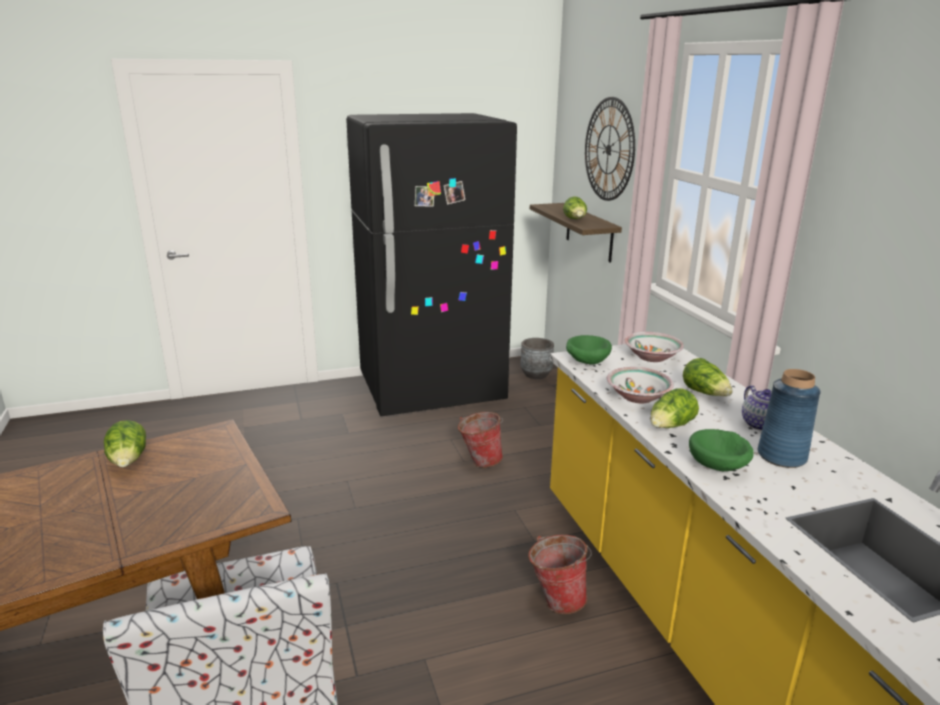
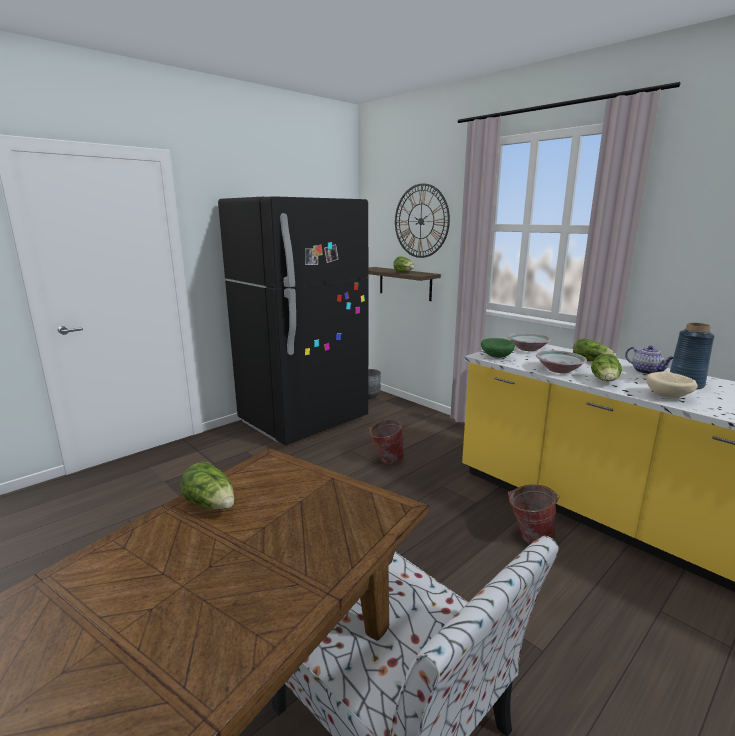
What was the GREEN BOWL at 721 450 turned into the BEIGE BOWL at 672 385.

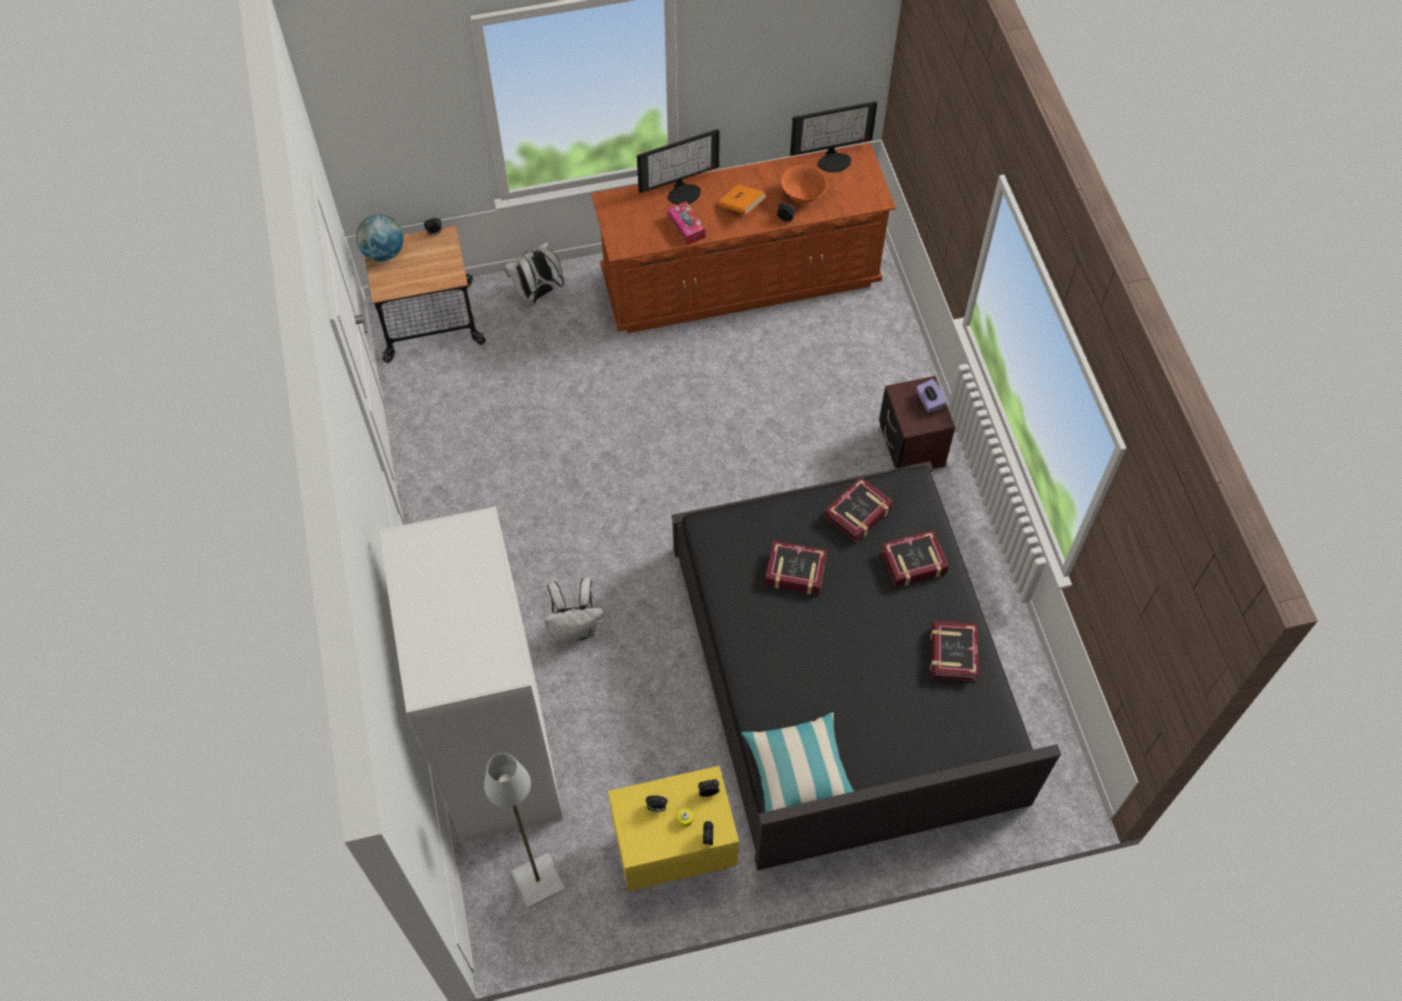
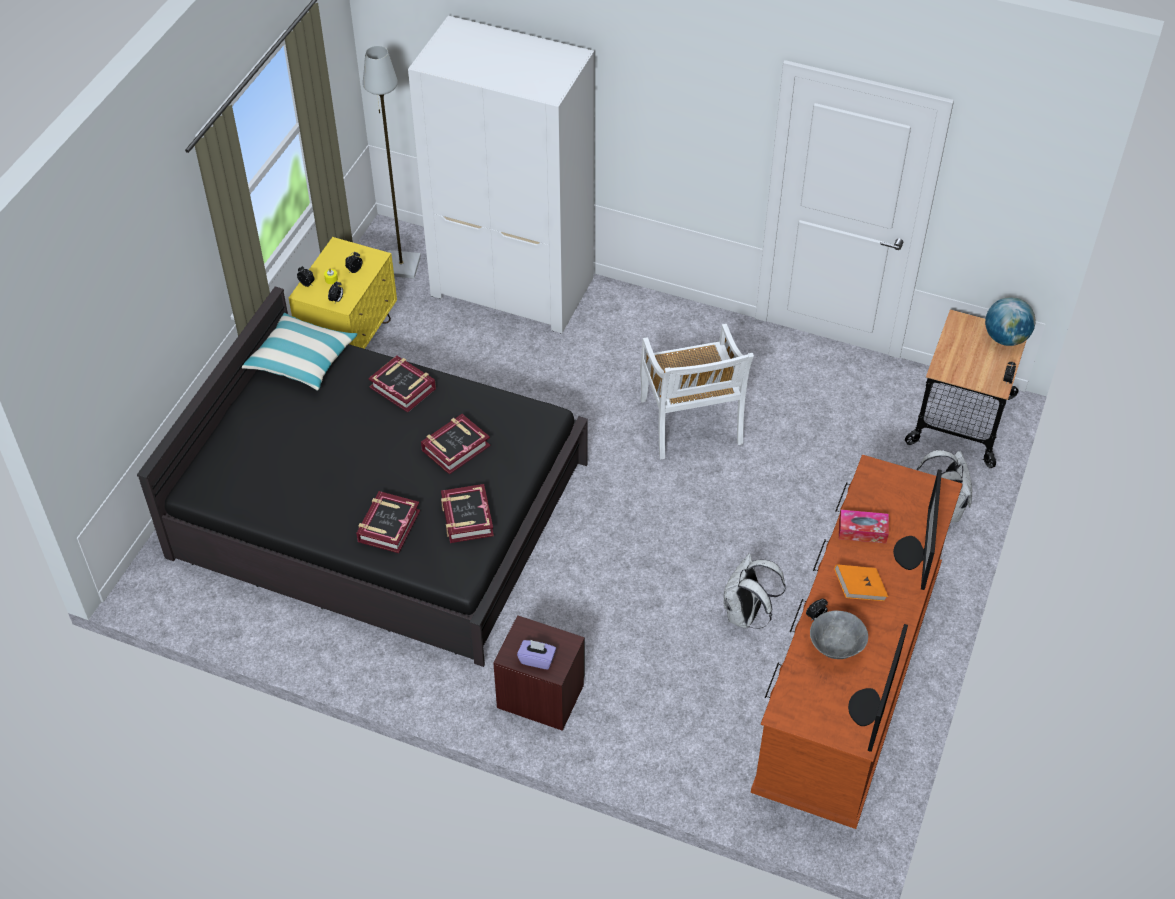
What was the ORANGE BOWL at 804 184 turned into the GREY BOWL at 839 635. The WHITE BACKPACK ended up elsewhere, having gone from 574 609 to 754 591. The BOOK ended up elsewhere, having gone from 954 651 to 402 384. The second view gained the WHITE CHAIR at 697 392.

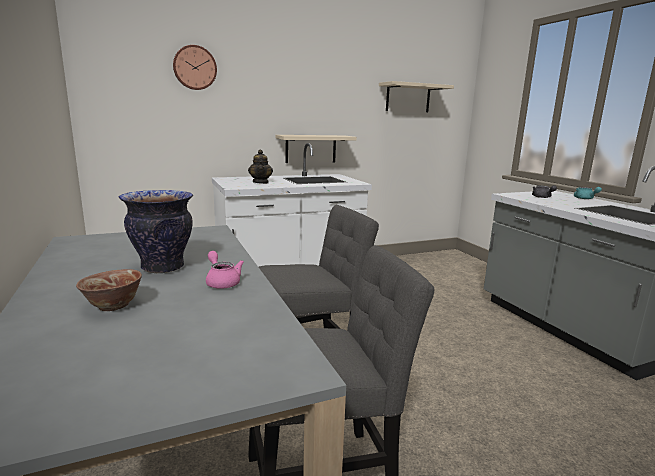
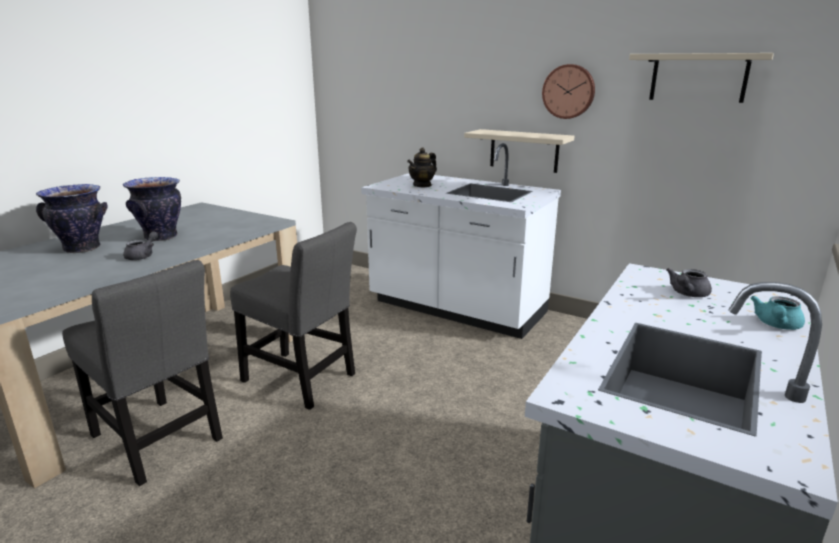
The WALL CLOCK ended up elsewhere, having gone from 195 67 to 568 91. What was the PINK TEAPOT at 225 270 turned into the GREY TEAPOT at 140 245. Where the BOWL stood at 109 290, the VASE came to stand at 72 218.

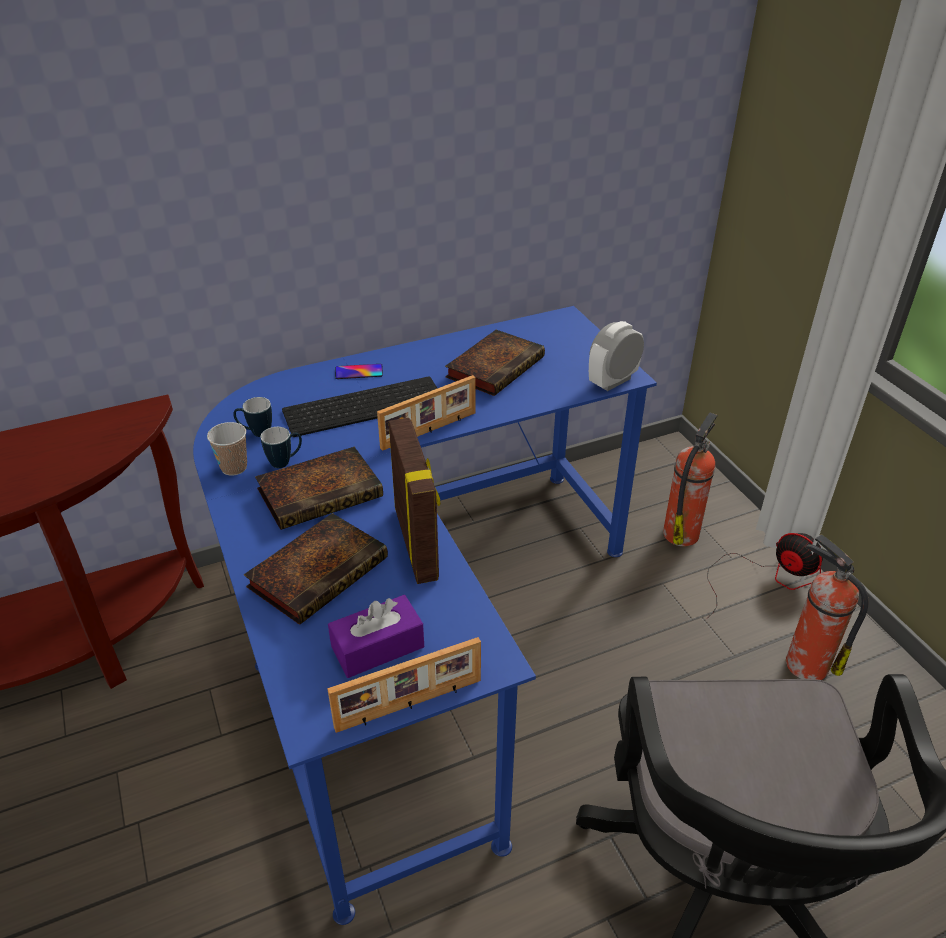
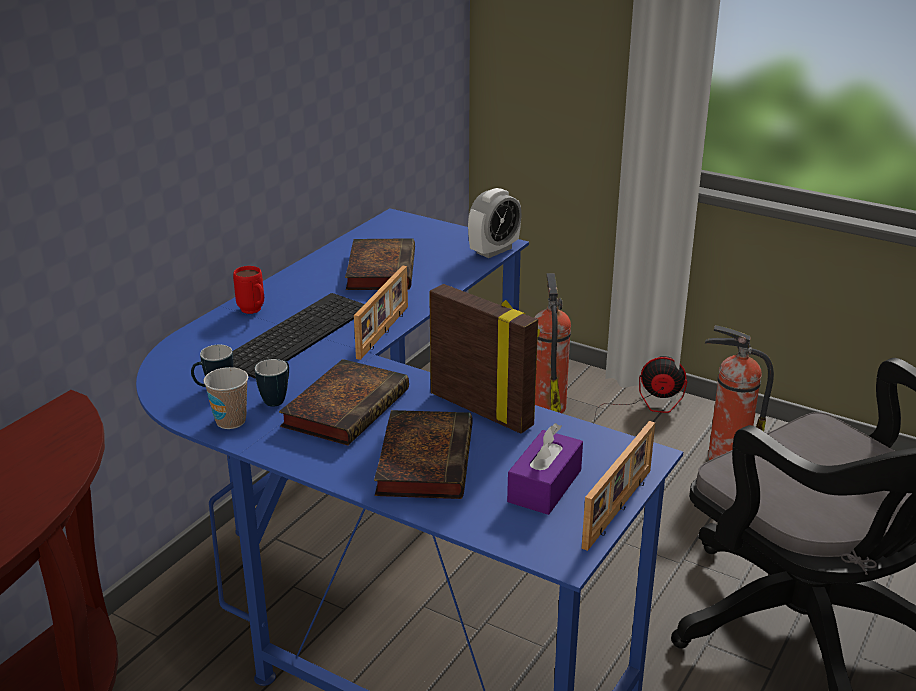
The ALARM CLOCK at 616 356 ended up facing another way, 150 degrees counterclockwise from before. Where the PHONE stood at 359 371, the RED MUG came to stand at 248 290.

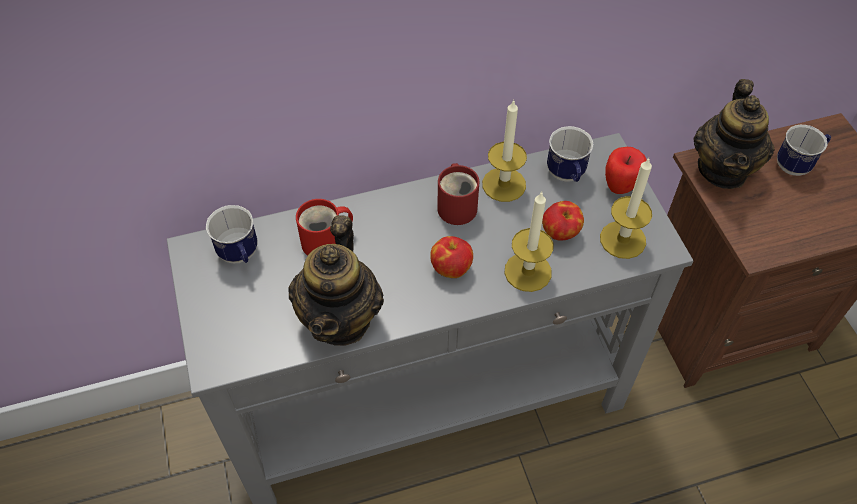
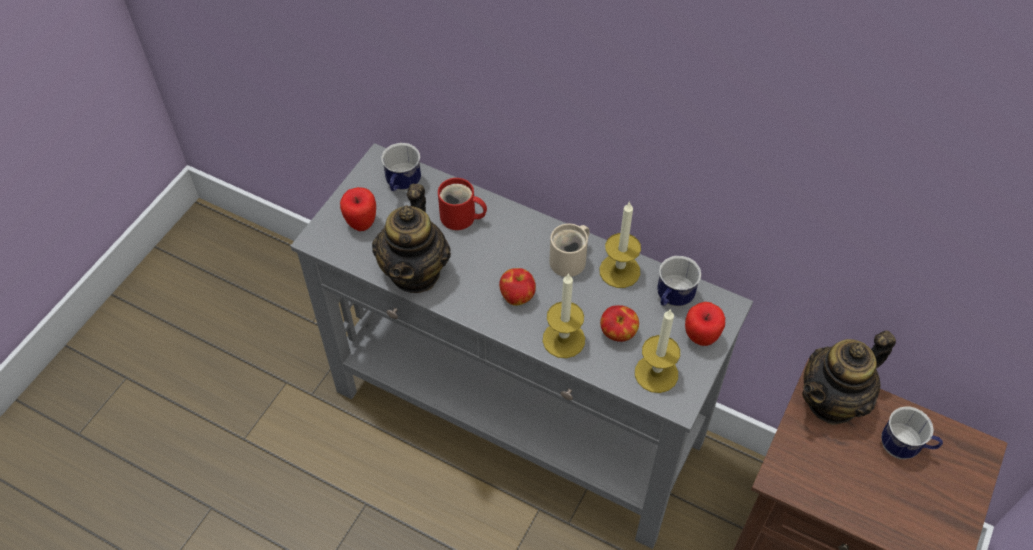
What was the RED MUG at 458 194 turned into the BEIGE MUG at 569 250. The TEAPOT at 336 280 ended up facing another way, 45 degrees counterclockwise from before. The second view gained the APPLE at 358 209.

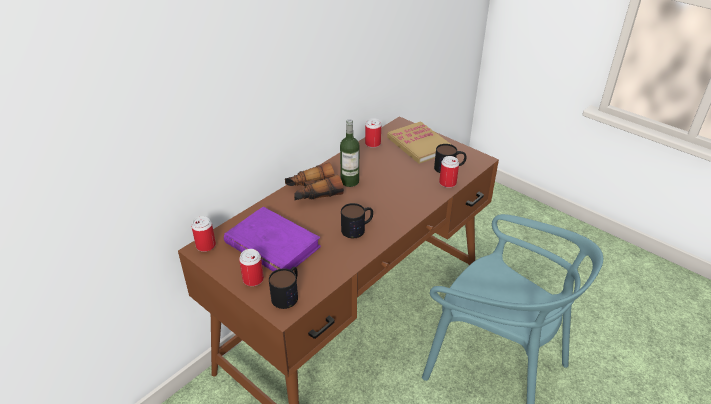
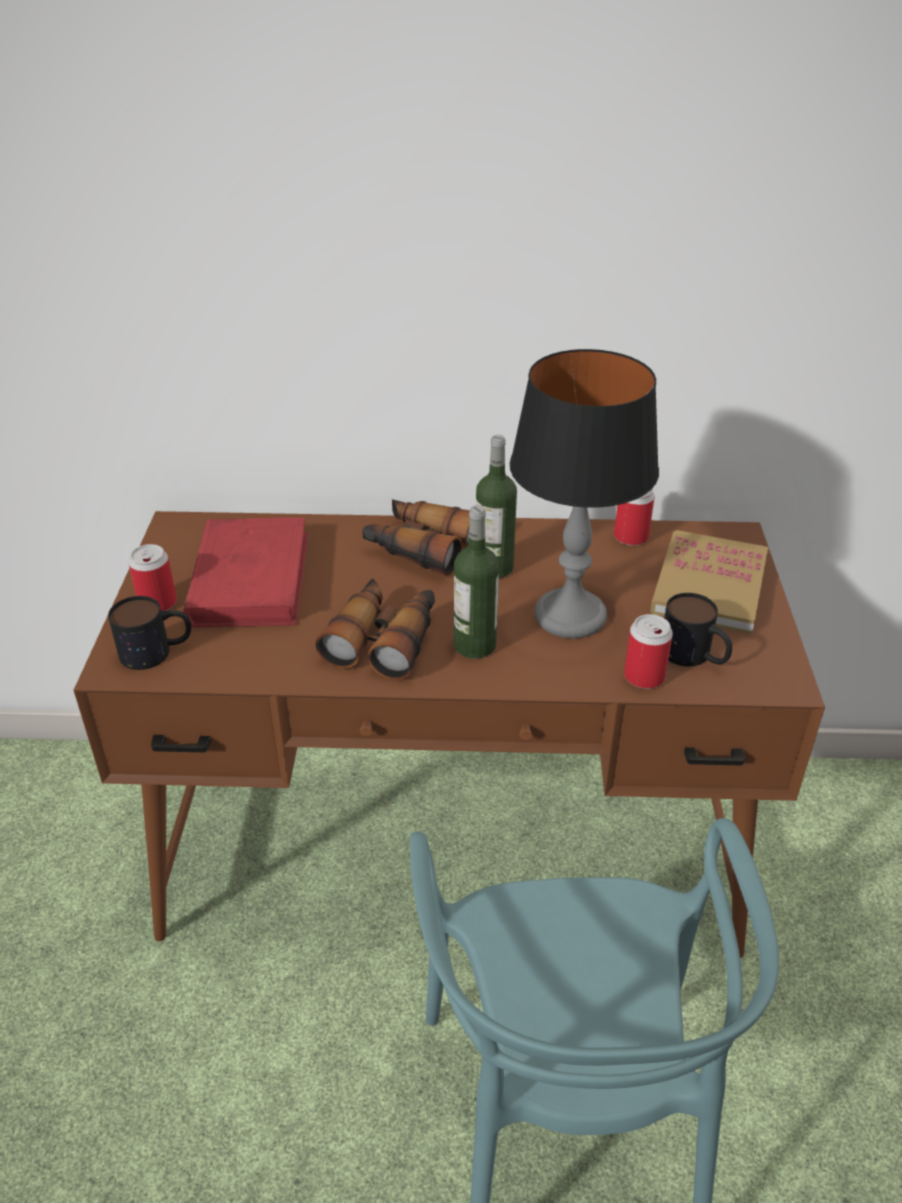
Where the MUG stood at 357 220, the BINOCULARS came to stand at 375 629. What was the PURPLE BOOK at 272 239 turned into the RED BOOK at 246 572. The second view lost the CAN at 203 234. The second view gained the TABLE LAMP at 584 494. The second view gained the BOTTLE at 476 582.

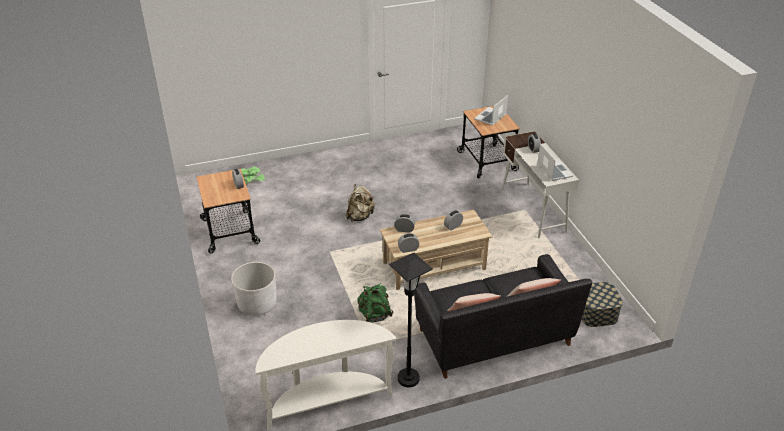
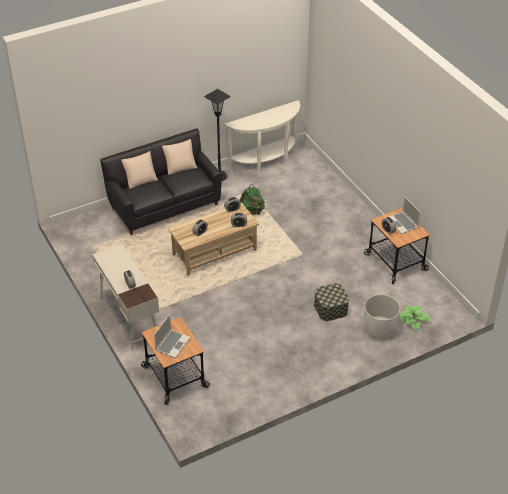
The LAPTOP ended up elsewhere, having gone from 555 162 to 404 215. The second view lost the BEIGE BACKPACK at 360 203. The WHITE PLANTER ended up elsewhere, having gone from 254 289 to 382 316. The STORAGE BOX ended up elsewhere, having gone from 602 304 to 331 302.

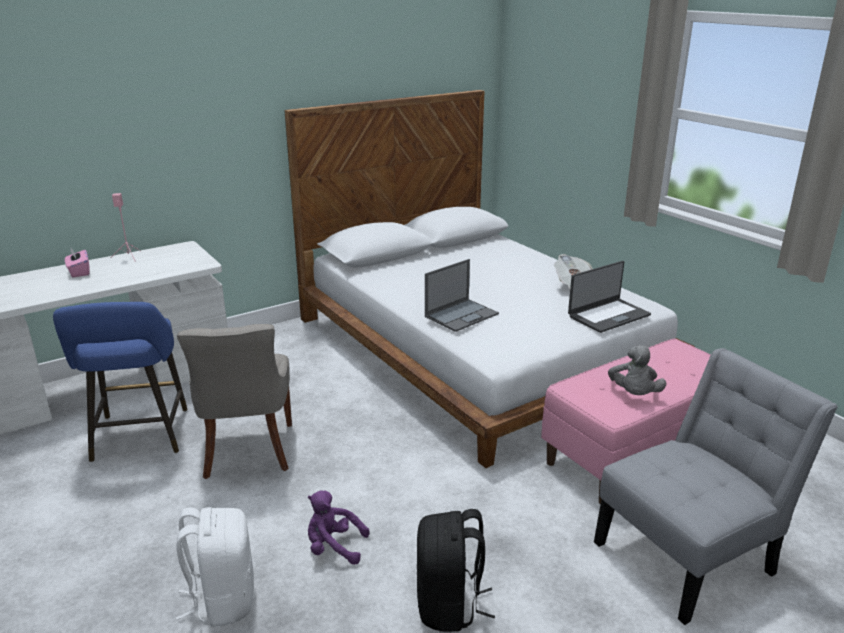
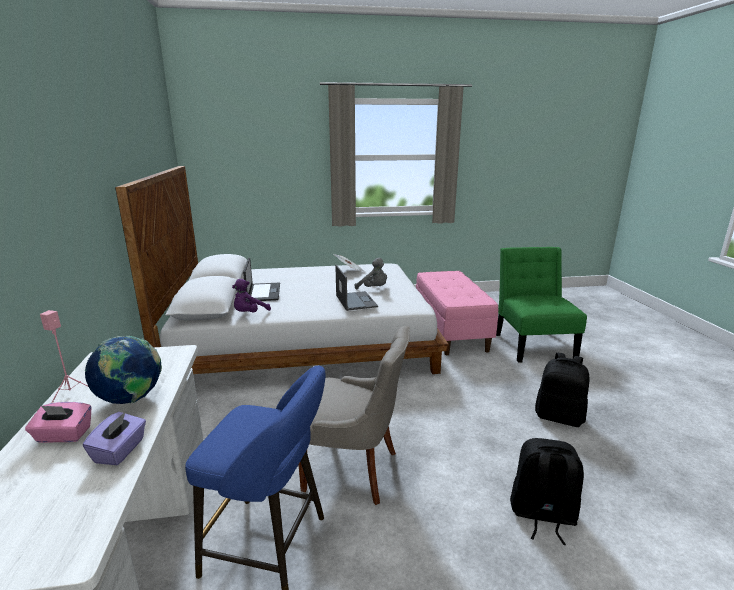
The LAPTOP ended up elsewhere, having gone from 609 297 to 261 279. The GREY PLUSH TOY ended up elsewhere, having gone from 637 370 to 371 273. What was the GREY CHAIR at 716 486 turned into the GREEN CHAIR at 541 305. The PURPLE PLUSH TOY ended up elsewhere, having gone from 338 528 to 251 295. What was the WHITE BACKPACK at 215 567 turned into the BLACK BACKPACK at 547 491. The second view gained the GLOBE at 123 370. The second view gained the PURPLE TISSUE BOX at 114 438.

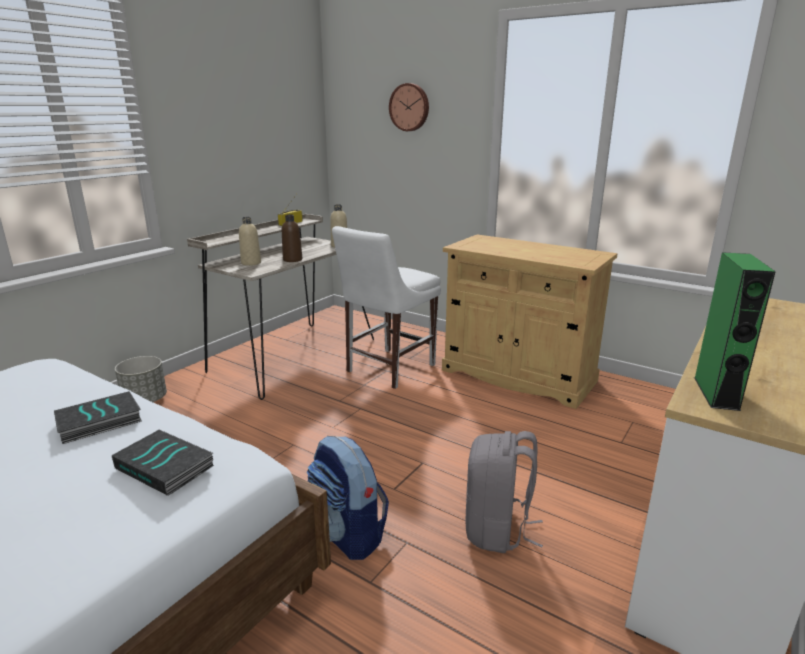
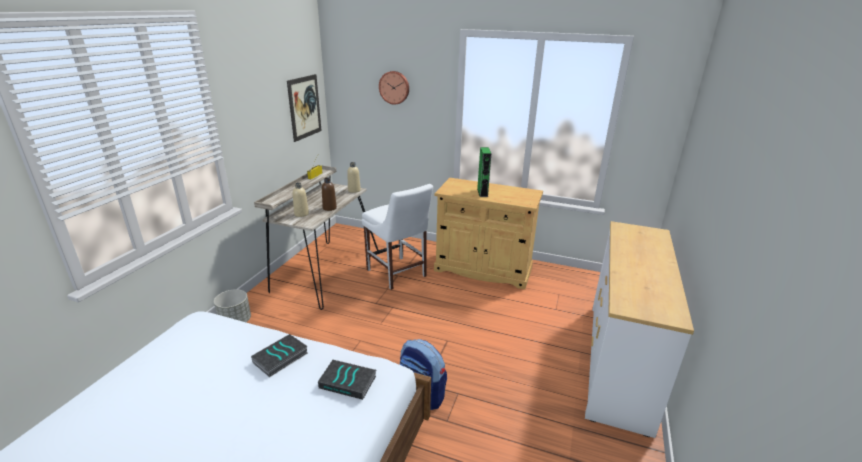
The WHITE CHAIR at 386 307 ended up facing another way, 60 degrees counterclockwise from before. The GREEN SPEAKER ended up elsewhere, having gone from 735 331 to 484 172. The second view lost the GREY BACKPACK at 504 492. The second view gained the PICTURE at 304 108.

